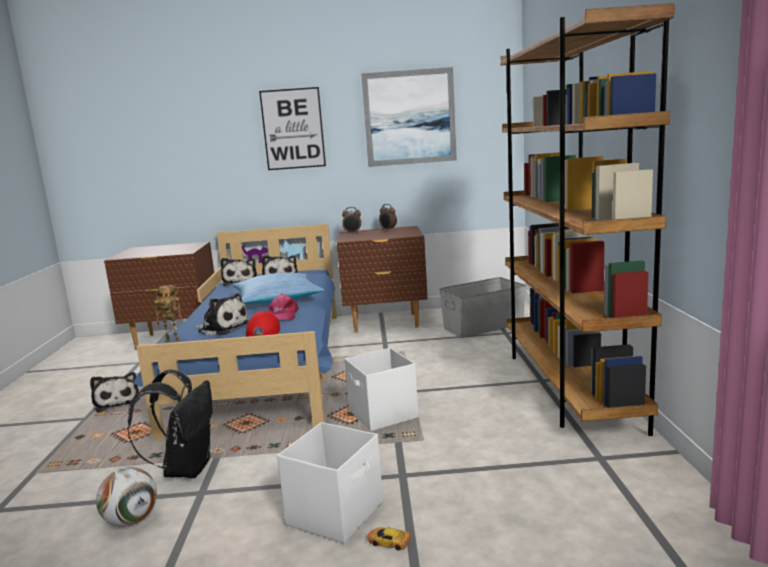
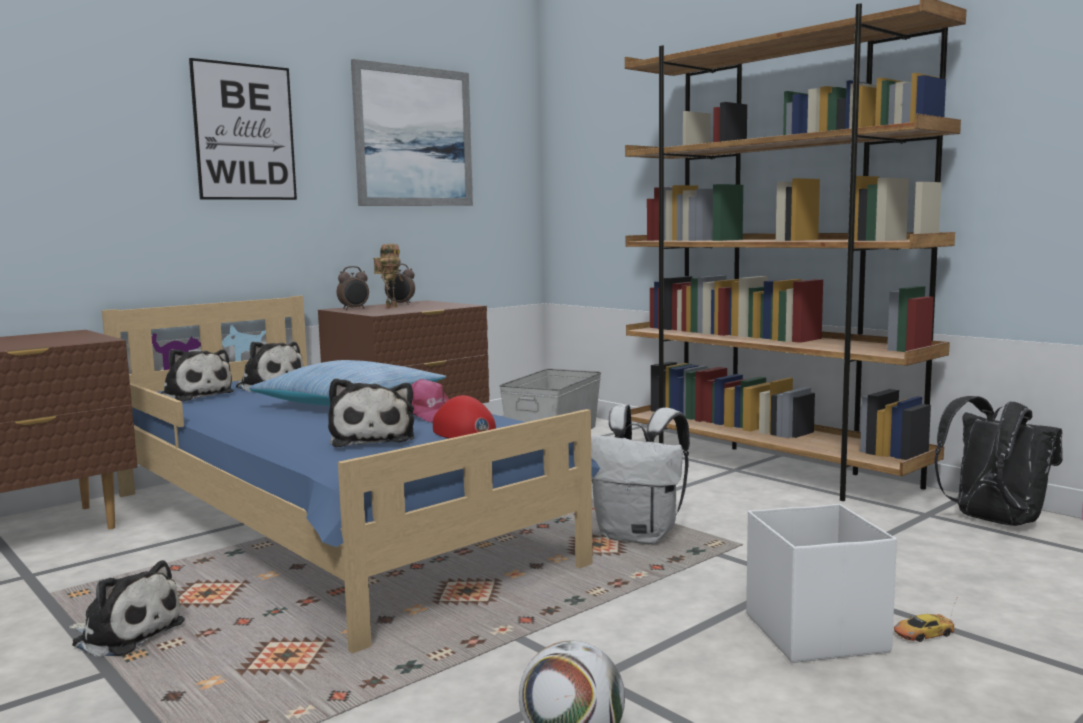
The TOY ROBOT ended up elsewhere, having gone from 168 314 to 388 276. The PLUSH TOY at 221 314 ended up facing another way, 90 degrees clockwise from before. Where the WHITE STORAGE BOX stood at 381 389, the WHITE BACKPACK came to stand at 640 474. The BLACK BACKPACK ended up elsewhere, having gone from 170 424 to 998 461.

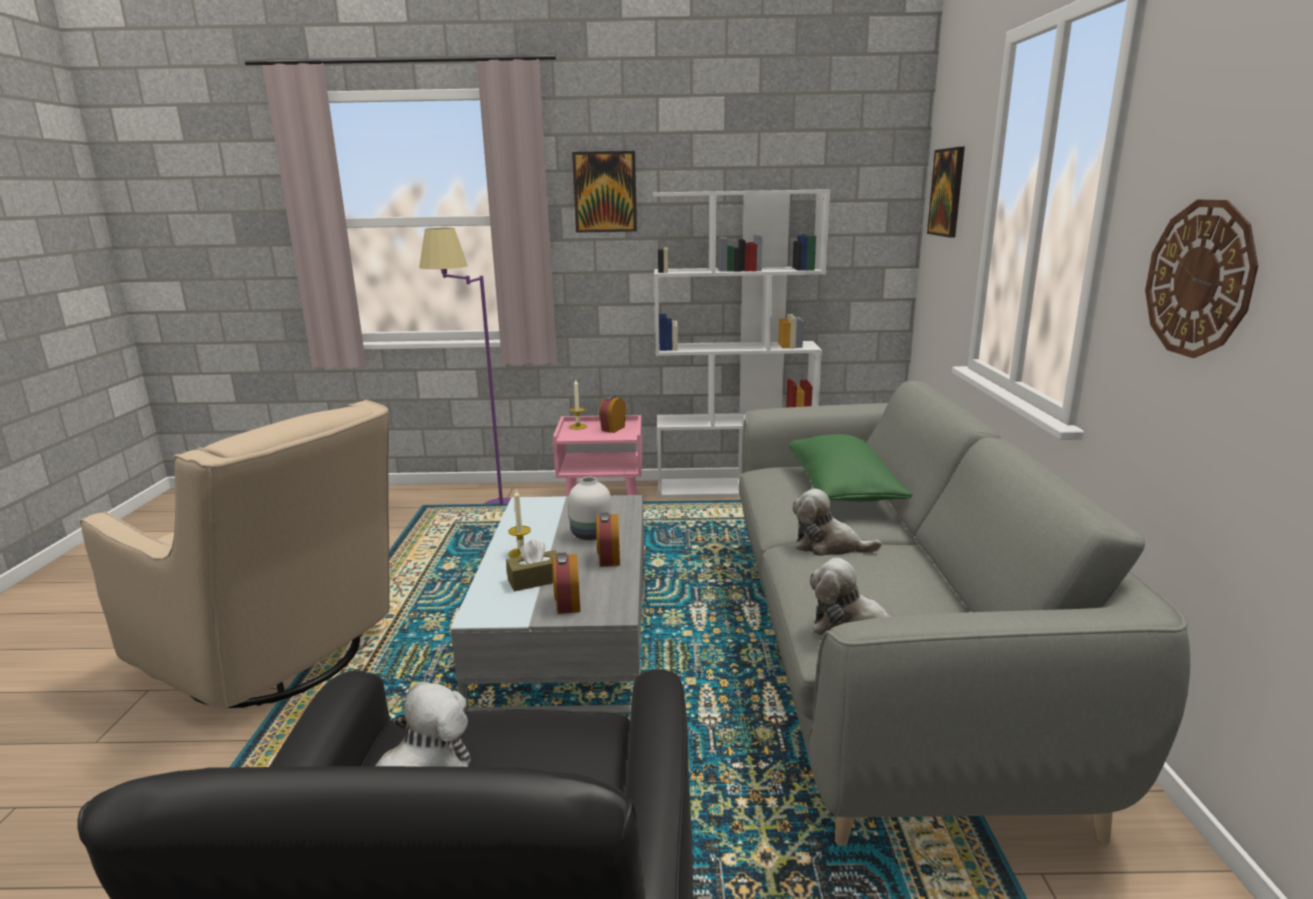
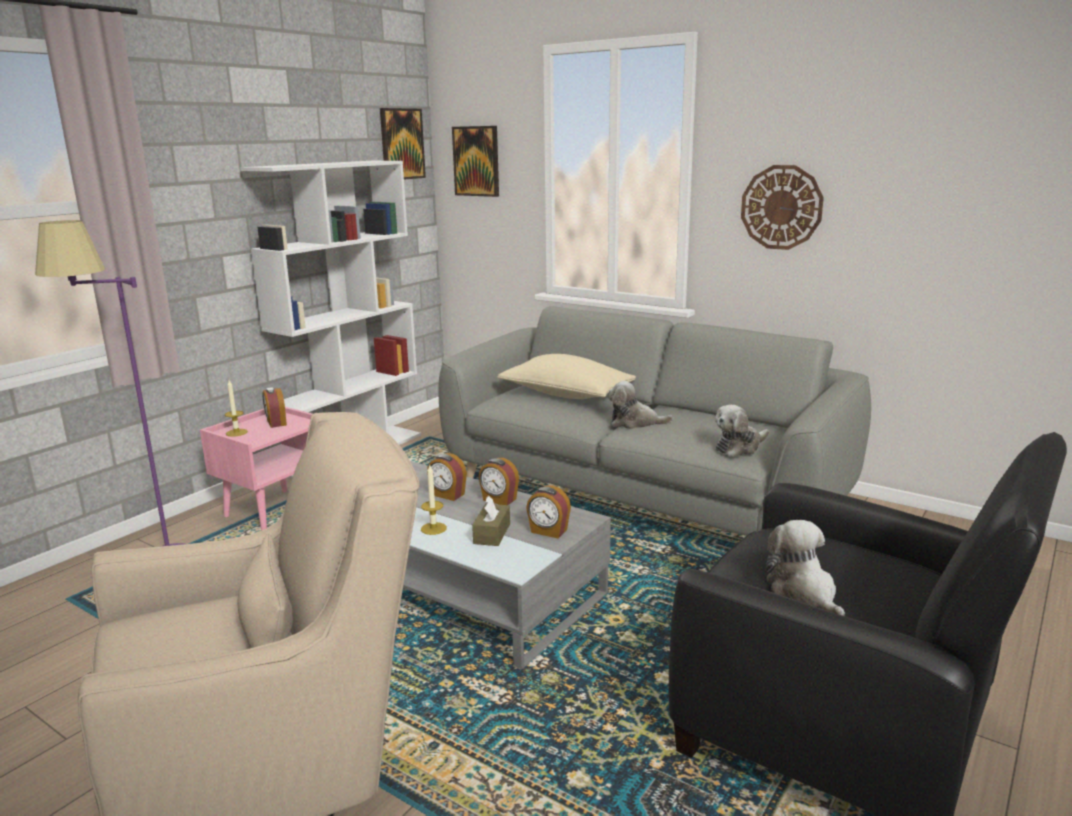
The PICTURE ended up elsewhere, having gone from 604 192 to 403 144. What was the GREEN PILLOW at 850 468 turned into the BEIGE PILLOW at 567 376. Where the WHITE VASE stood at 590 508, the ALARM CLOCK came to stand at 447 477. The PLUSH TOY at 837 522 ended up facing another way, 45 degrees clockwise from before.

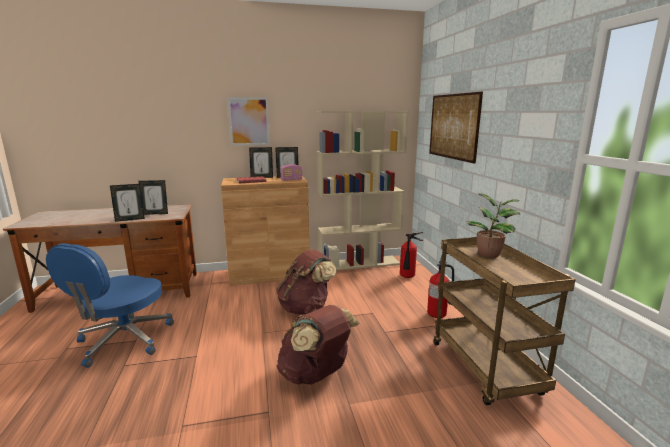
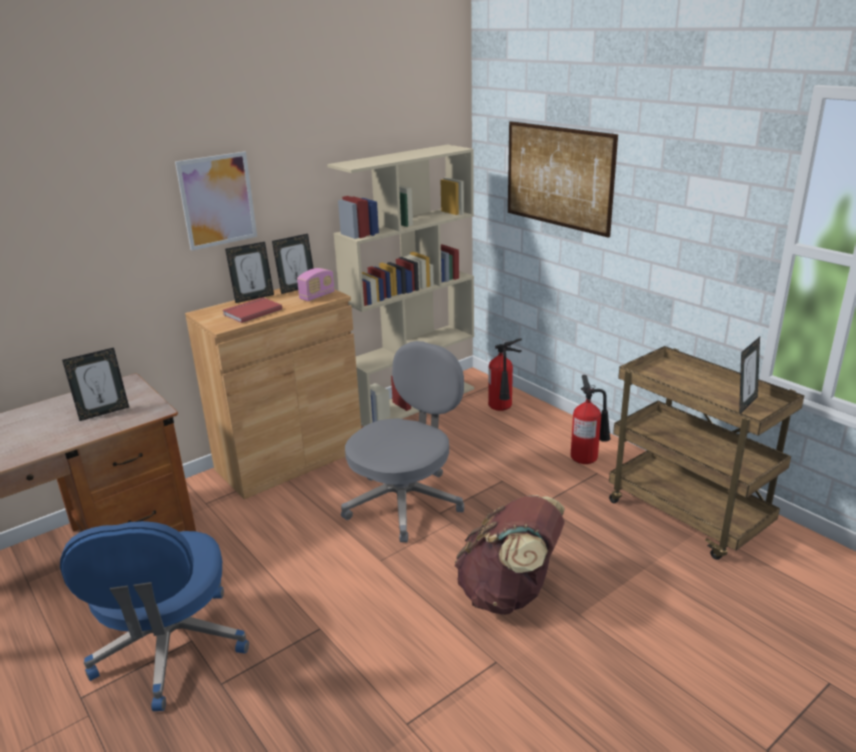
The PICTURE FRAME ended up elsewhere, having gone from 127 203 to 749 375. The second view lost the POTTED PLANT at 493 225. Where the BROWN BACKPACK stood at 306 282, the GREY OFFICE CHAIR came to stand at 402 441.

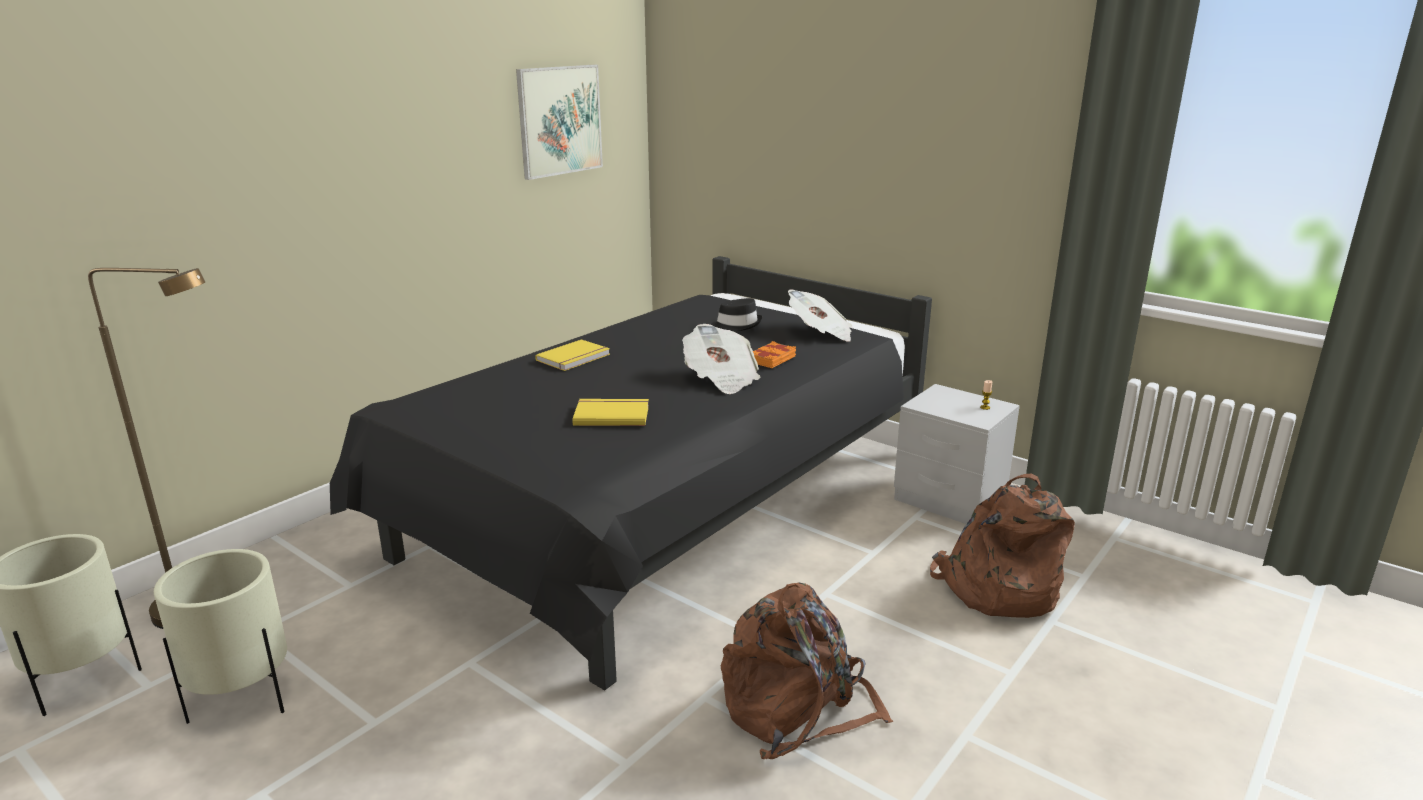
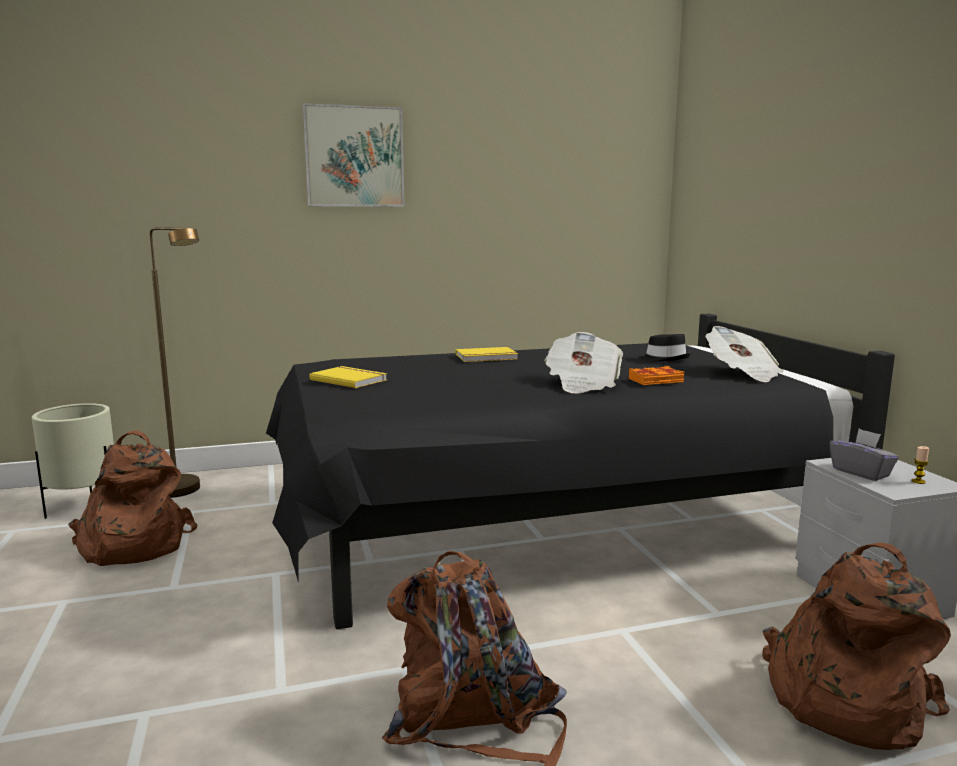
The PICTURE ended up elsewhere, having gone from 559 122 to 354 155. The YELLOW BOOK ended up elsewhere, having gone from 610 412 to 348 377. Where the BEIGE PLANTER stood at 220 636, the BROWN BACKPACK came to stand at 132 498. The second view gained the GREY TISSUE BOX at 864 455.

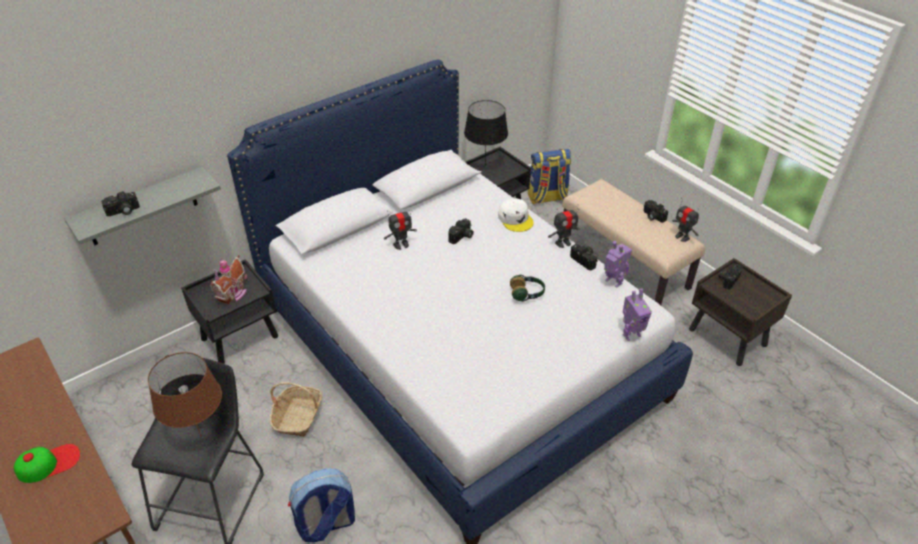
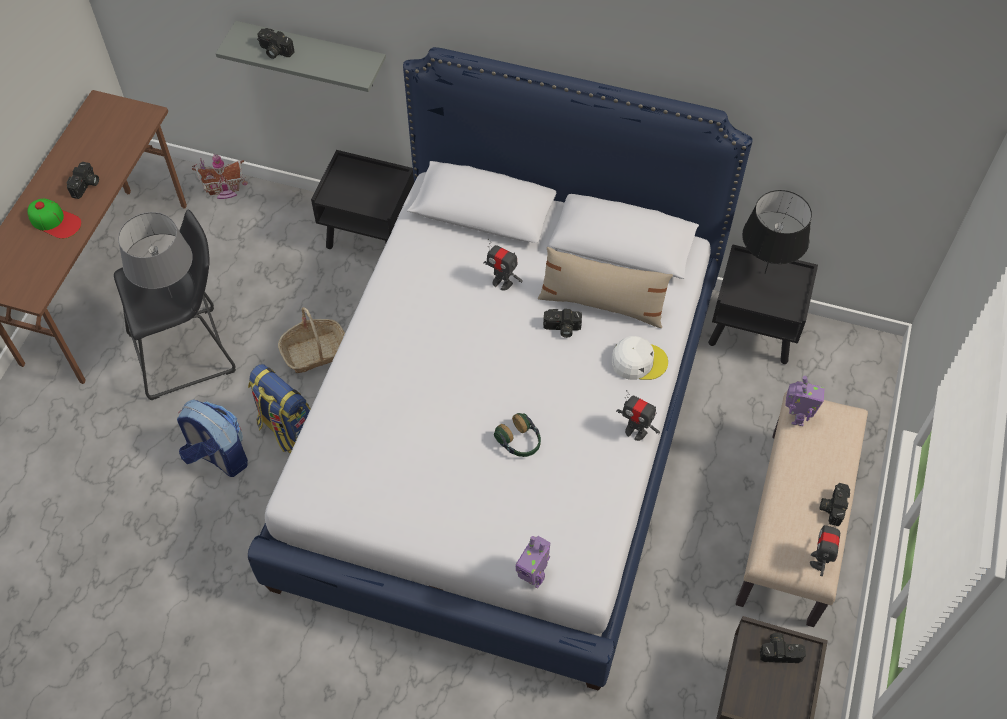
The BACKPACK ended up elsewhere, having gone from 549 176 to 279 408. The WHITE CAP at 516 215 ended up facing another way, 120 degrees counterclockwise from before. The TOY ROBOT ended up elsewhere, having gone from 618 264 to 805 401. The PHOTO CAMERA ended up elsewhere, having gone from 584 257 to 83 180. The TOY HOUSE ended up elsewhere, having gone from 228 279 to 220 176. What was the BROWN TABLE LAMP at 185 394 turned into the GREY TABLE LAMP at 155 254. The second view gained the BEIGE PILLOW at 605 287.

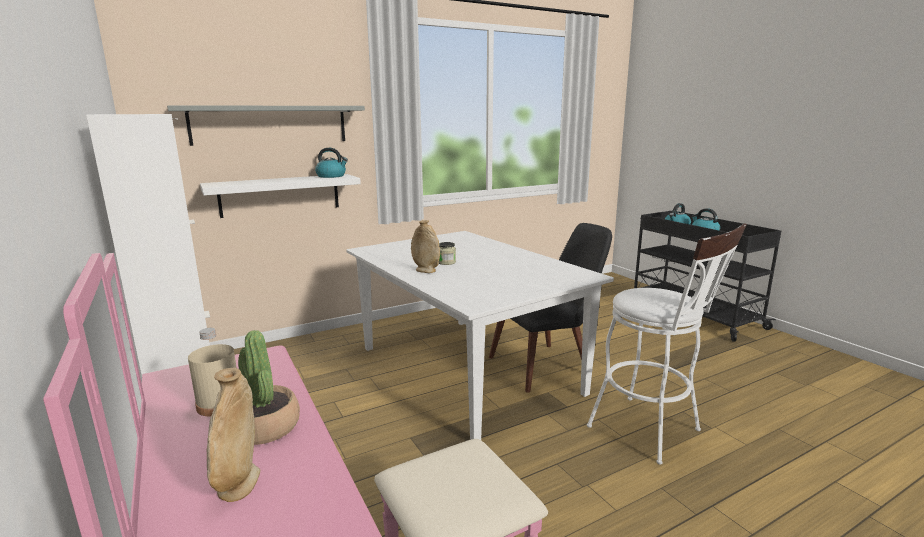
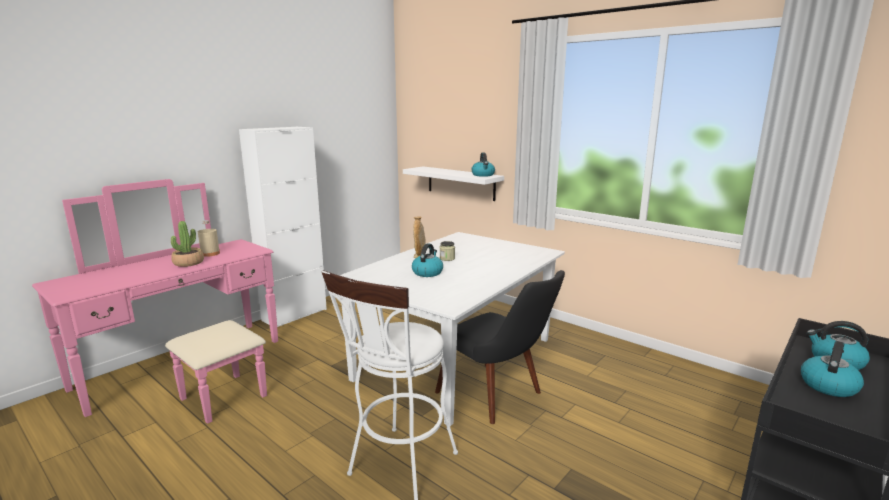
The second view lost the GREY SHELF at 266 125. The second view lost the BEIGE VASE at 233 435. The second view gained the KETTLE at 427 260.

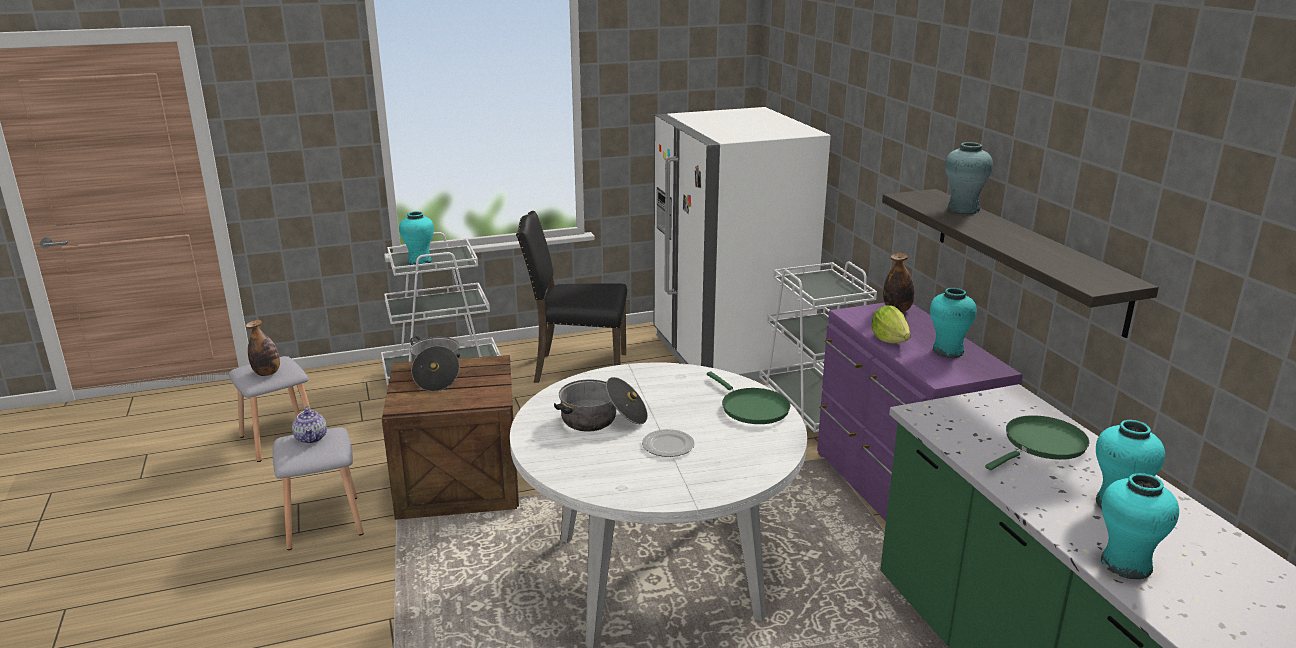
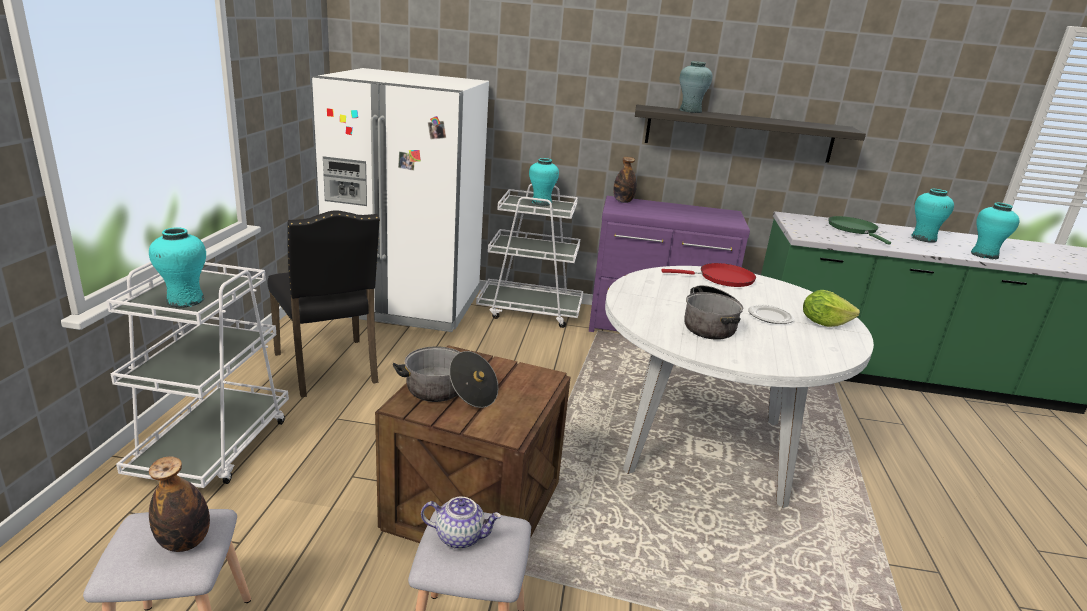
The BLACK CHAIR at 571 297 ended up facing another way, 60 degrees counterclockwise from before. The TURQUOISE VASE ended up elsewhere, having gone from 953 323 to 544 182. The LETTUCE ended up elsewhere, having gone from 891 324 to 831 308. What was the GREEN FRYING PAN at 748 398 turned into the RED FRYING PAN at 708 275.

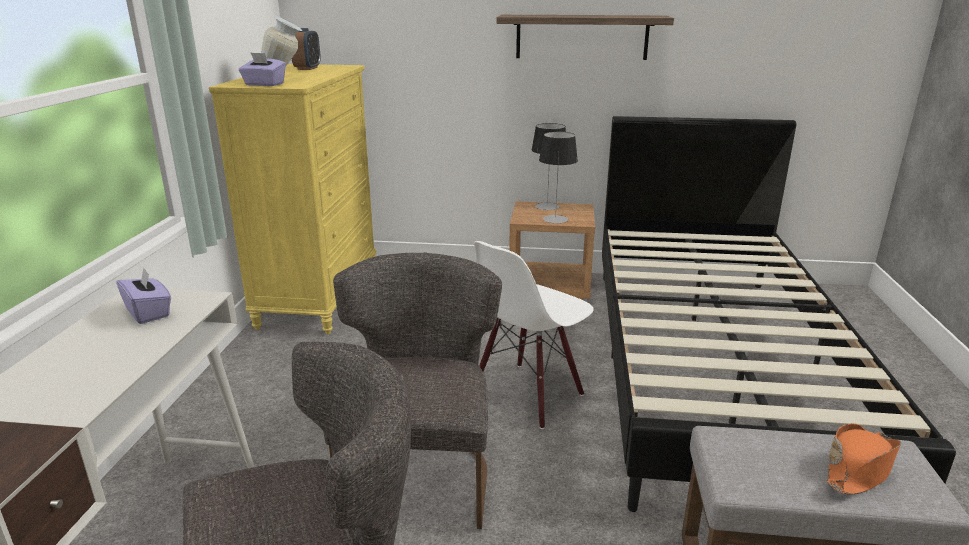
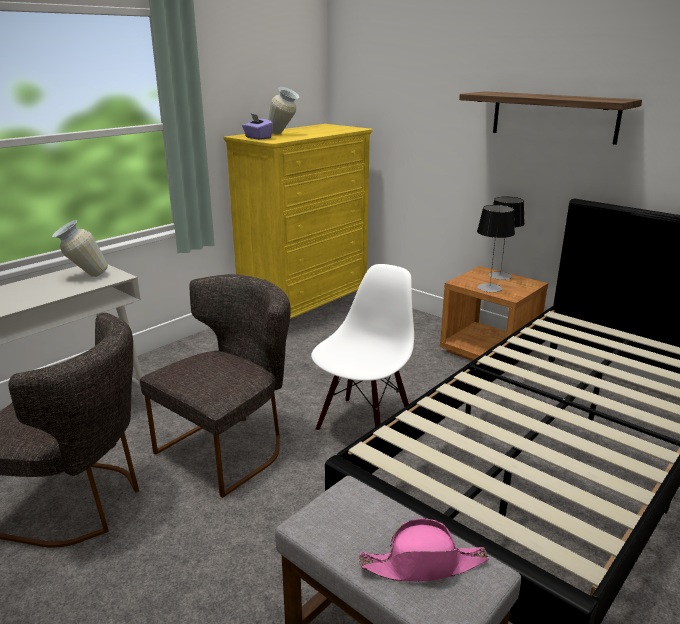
The second view lost the ALARM CLOCK at 306 49. The WHITE CHAIR at 534 335 ended up facing another way, 135 degrees clockwise from before. Where the PURPLE TISSUE BOX stood at 143 296, the VASE came to stand at 80 248. What was the ORANGE HAT at 864 459 turned into the PINK HAT at 424 550.

